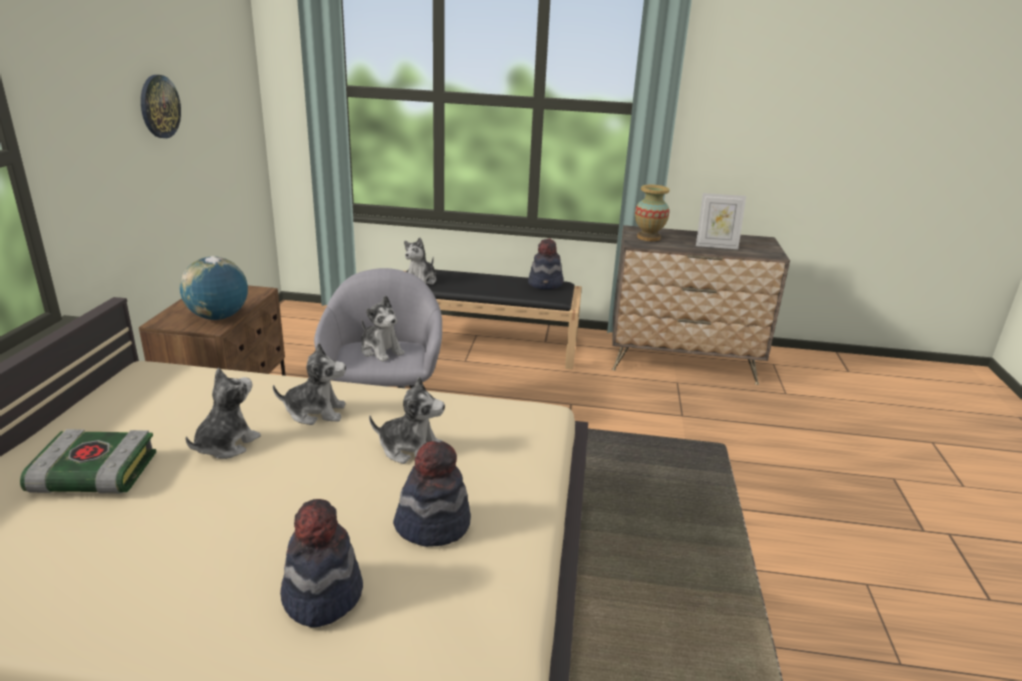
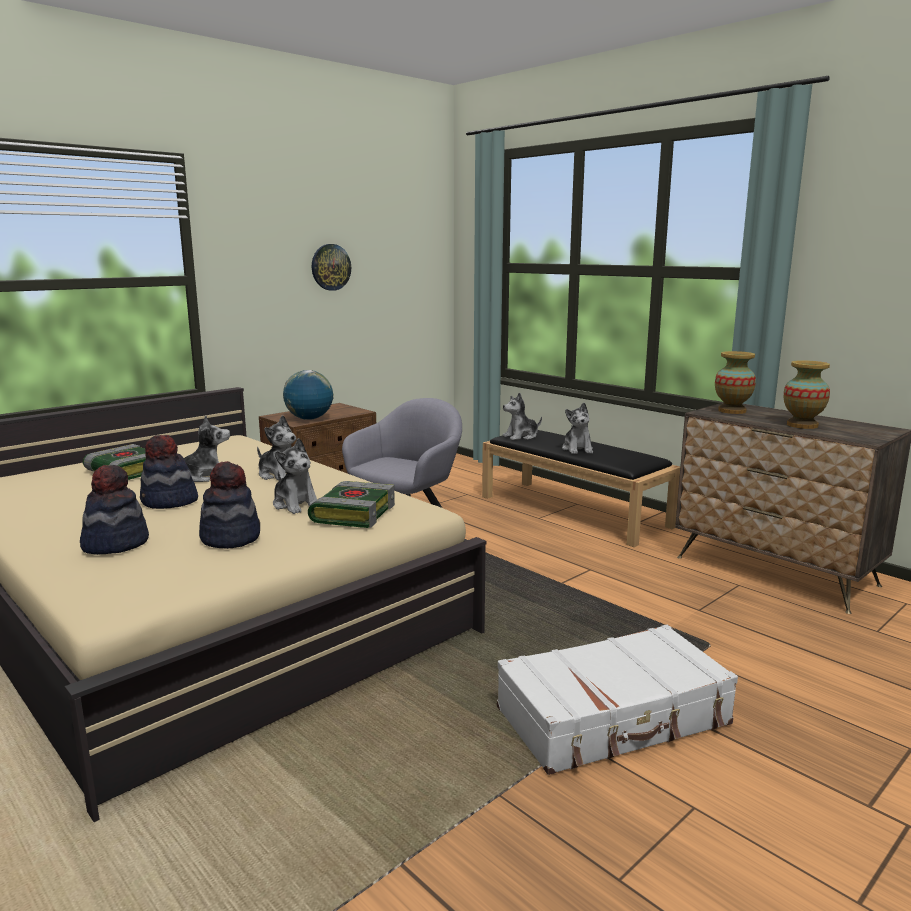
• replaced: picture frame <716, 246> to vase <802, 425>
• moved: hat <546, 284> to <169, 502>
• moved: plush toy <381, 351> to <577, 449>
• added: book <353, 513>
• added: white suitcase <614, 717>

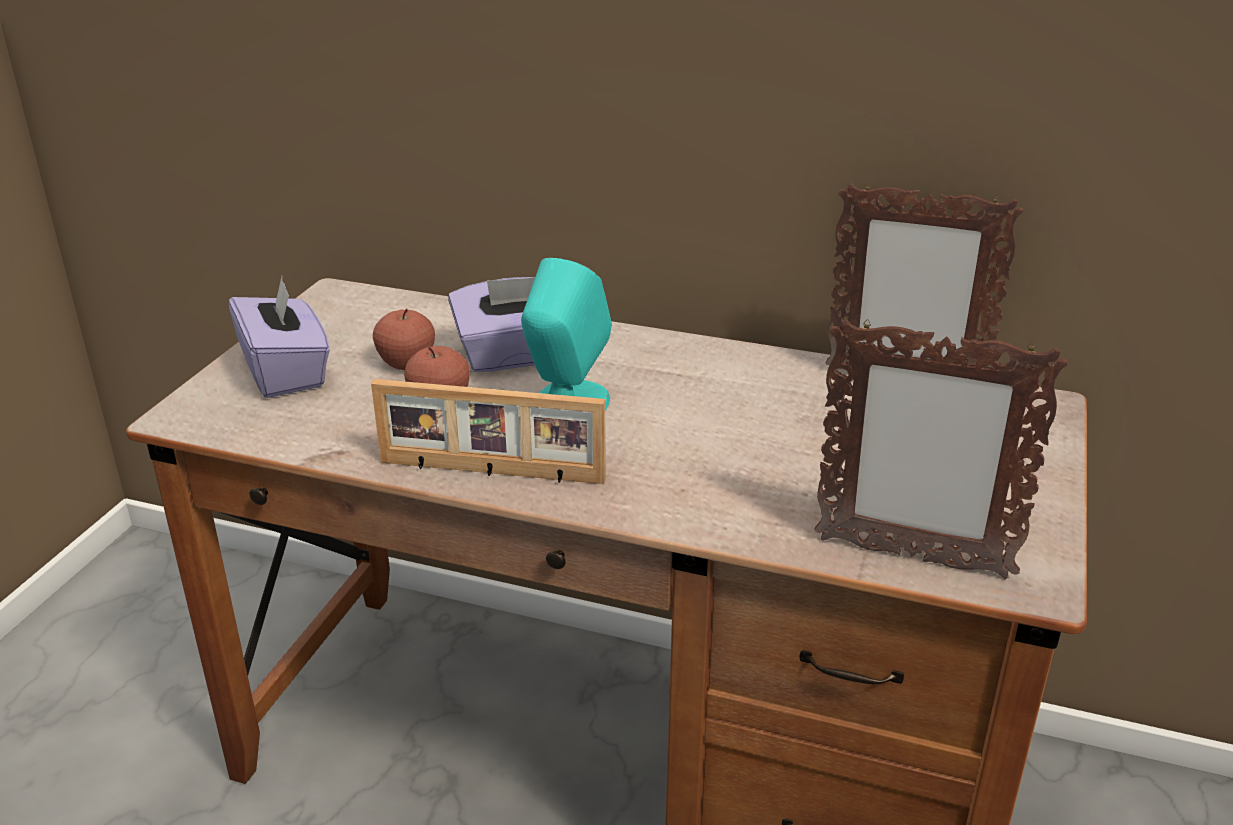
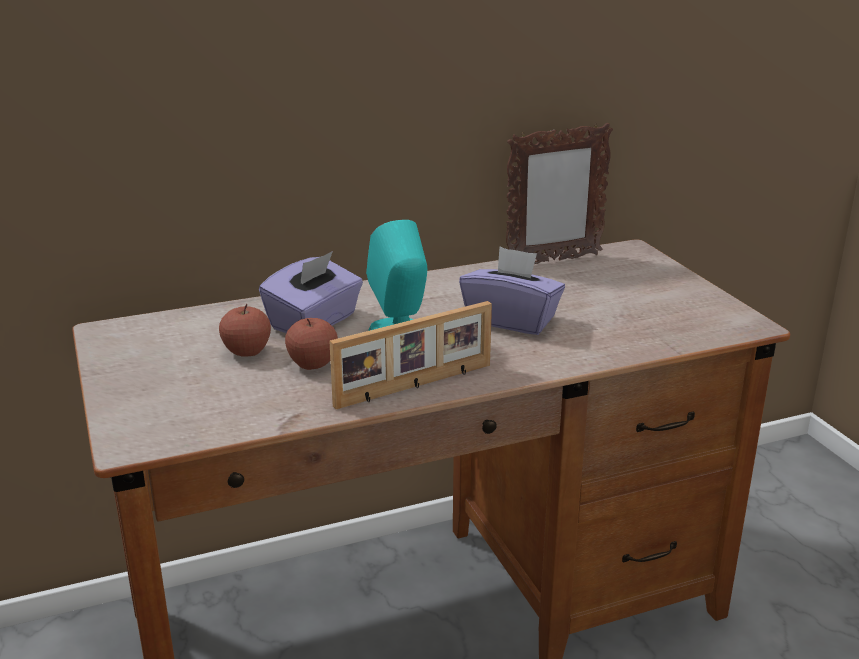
• moved: purple tissue box <286, 372> to <511, 320>
• removed: picture frame <911, 557>

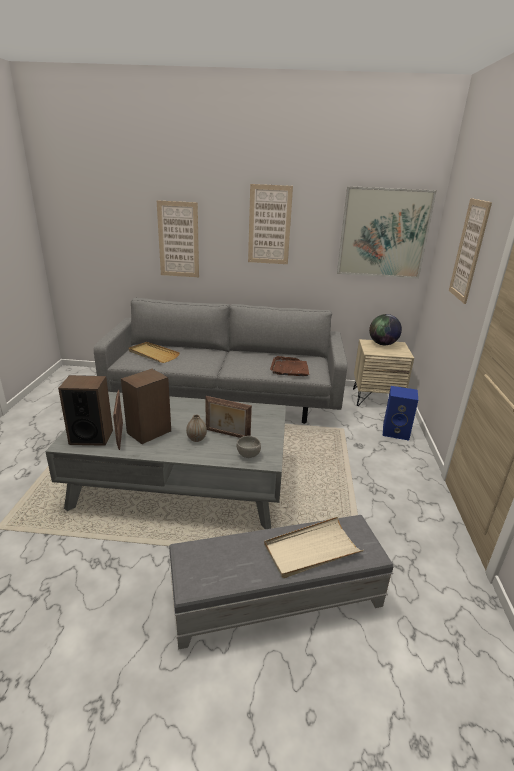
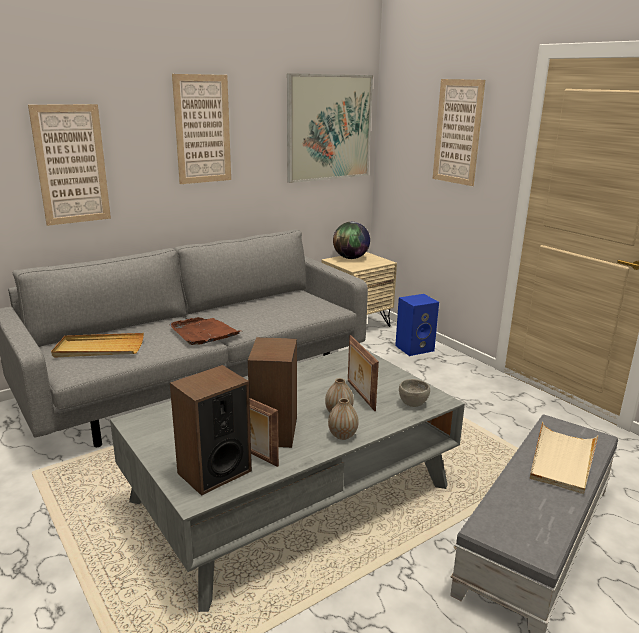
• moved: brown tray <289, 368> to <204, 333>
• turned: picture frame <227, 435> = <359, 395> 90 degrees clockwise
• added: vase <342, 435>

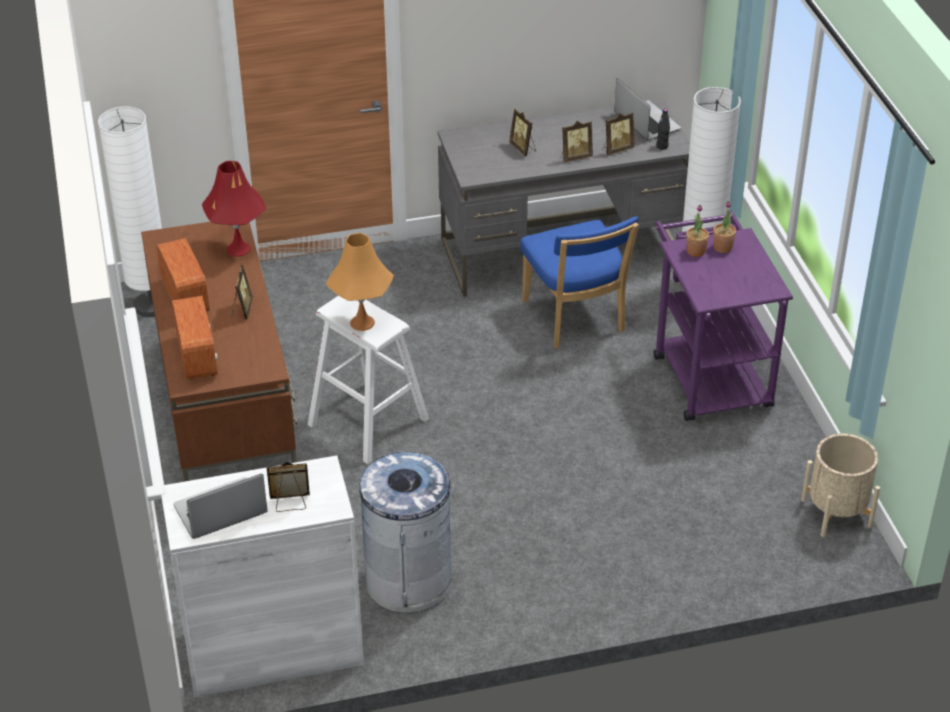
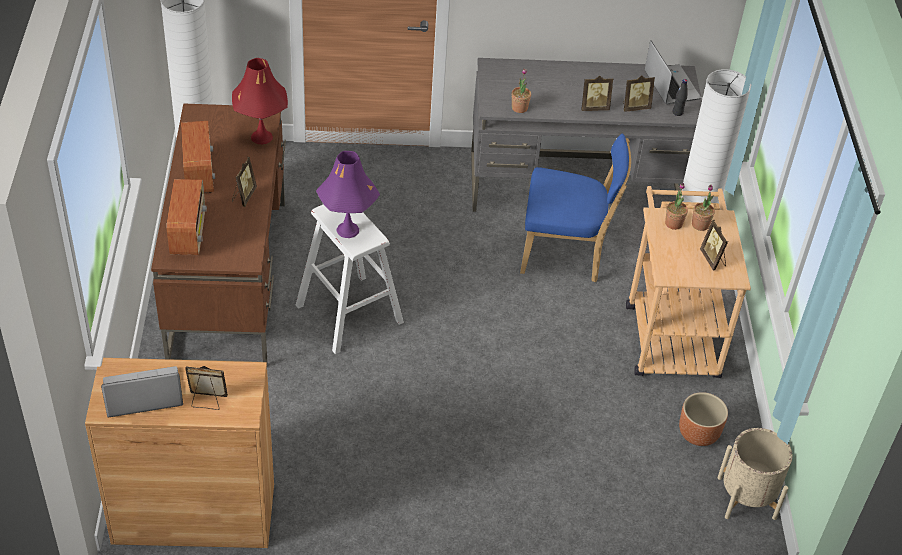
• moved: picture frame <523, 148> to <713, 259>
• recoloured: purple cart <708, 373> to beige cart <670, 332>
• turned: blue chair <575, 319> = <566, 254> 75 degrees counterclockwise
• recoloured: orange table lamp <362, 323> to purple table lamp <348, 230>
• removed: grey trash can <408, 581>
• recoloured: white cabinet <273, 649> to brown cabinet <194, 513>
• added: potted plant <519, 108>
• added: brown planter <698, 433>

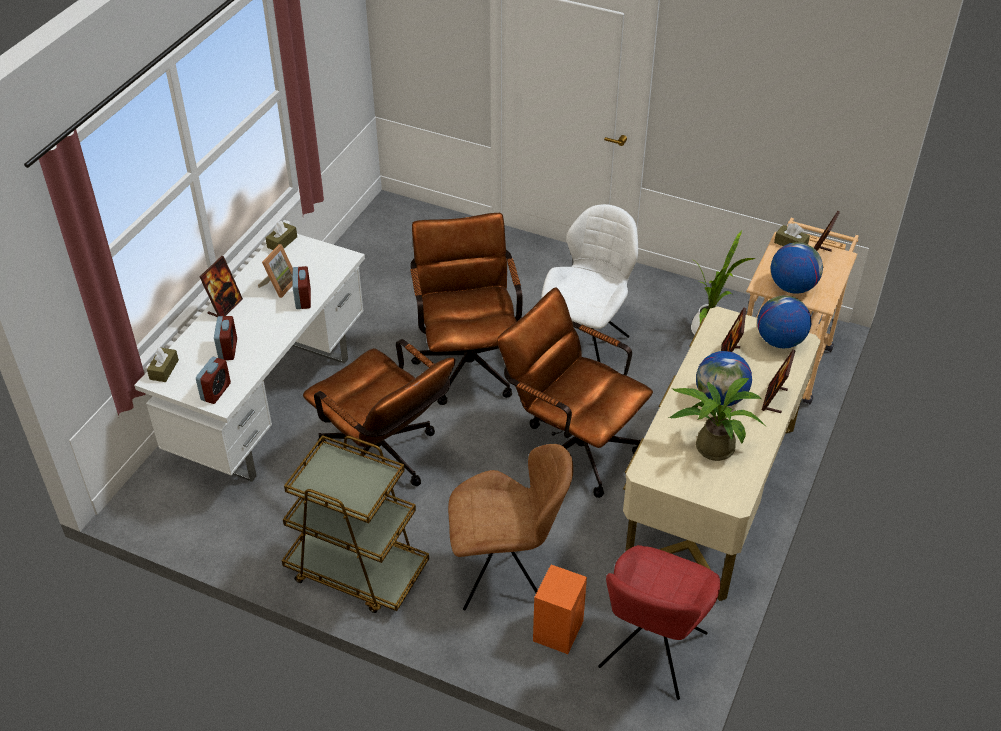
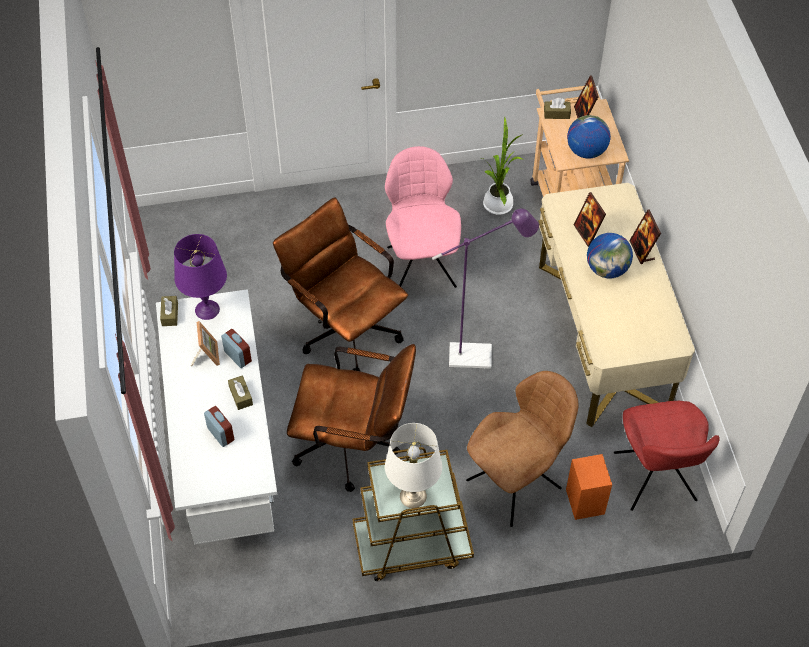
• recoloured: white chair <586, 345> to pink chair <421, 264>
• removed: picture frame <225, 307>
• replaced: brown office chair <571, 447> to purple floor lamp <479, 356>
• removed: globe <779, 341>
• moved: brown tissue box <164, 369> to <241, 396>
• removed: alarm clock <216, 392>
• removed: potted plant <710, 445>
• added: purple table lamp <207, 310>
• added: white table lamp <413, 496>

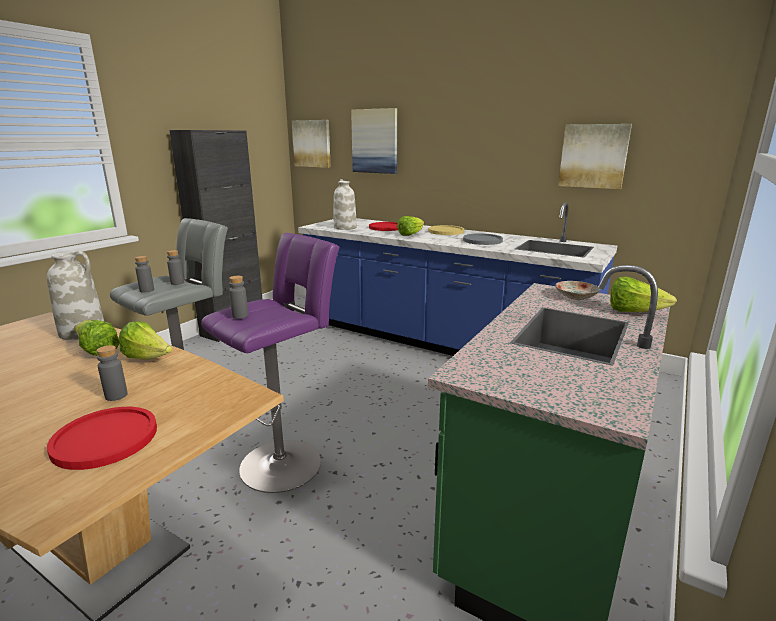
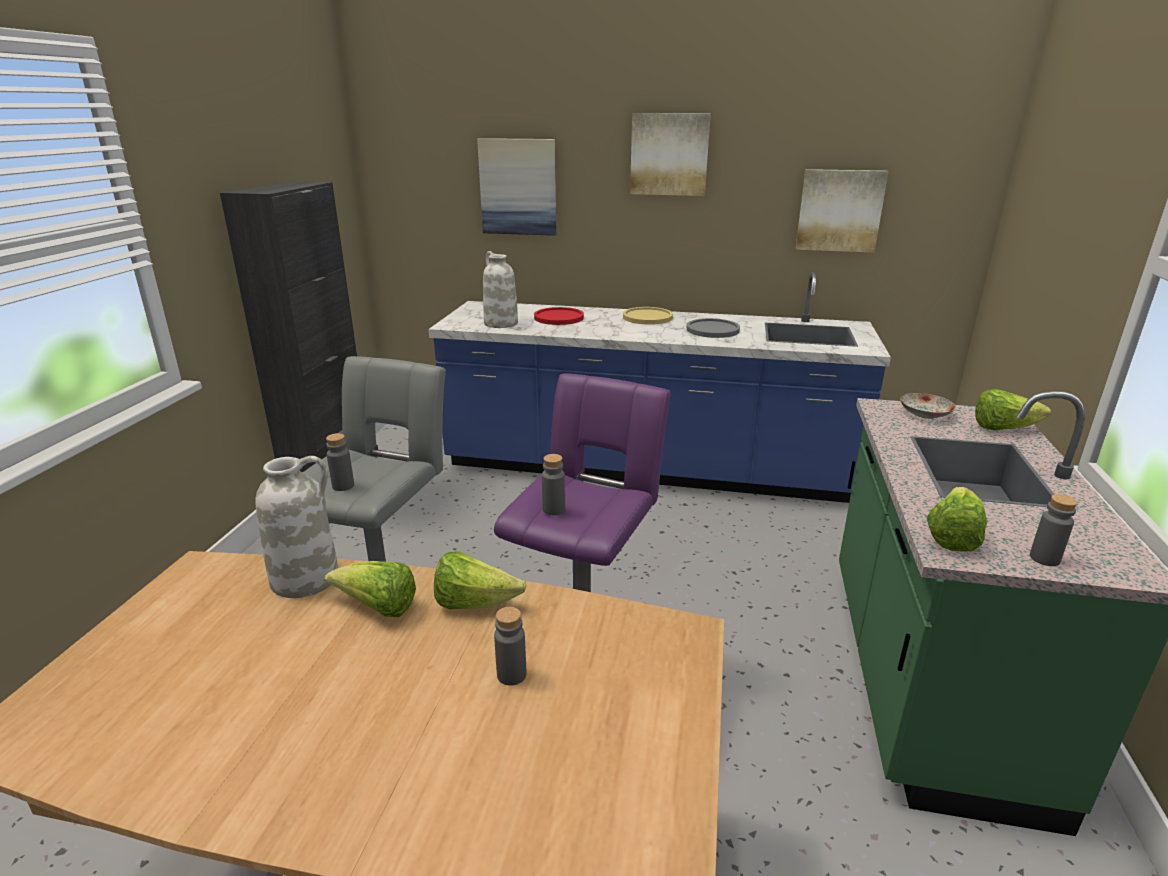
• moved: picture <312, 143> to <669, 154>
• moved: lettuce <410, 234> to <952, 537>
• moved: grey bottle <177, 283> to <1044, 558>
• removed: red plate <105, 439>

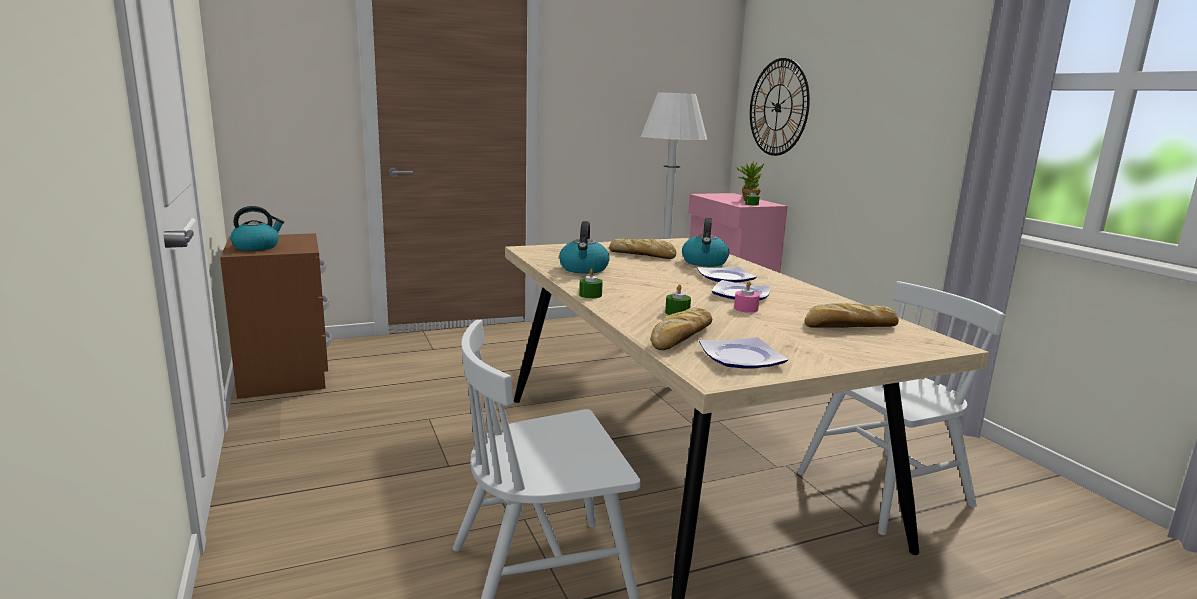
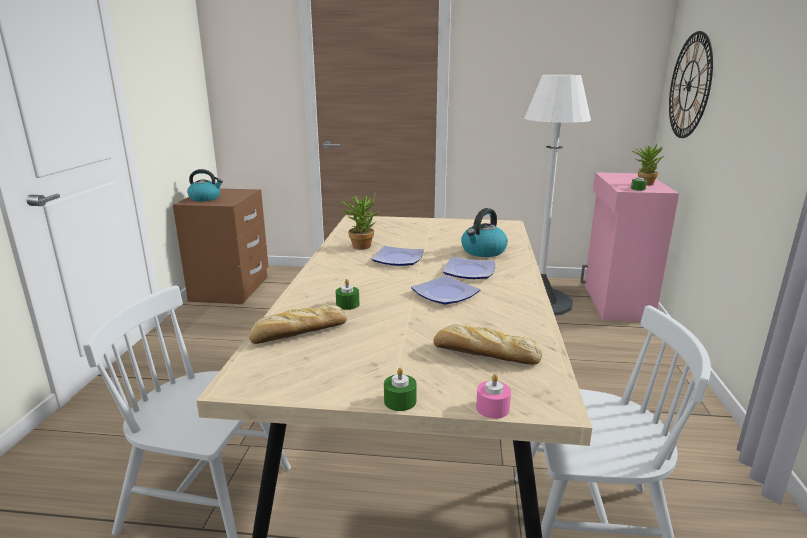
• replaced: kettle <584, 269> to potted plant <361, 245>
• removed: bread <643, 255>
• moved: green candle <590, 295> to <400, 401>
• moved: pink candle <746, 309> to <492, 408>
• moved: plate <742, 357> to <399, 259>

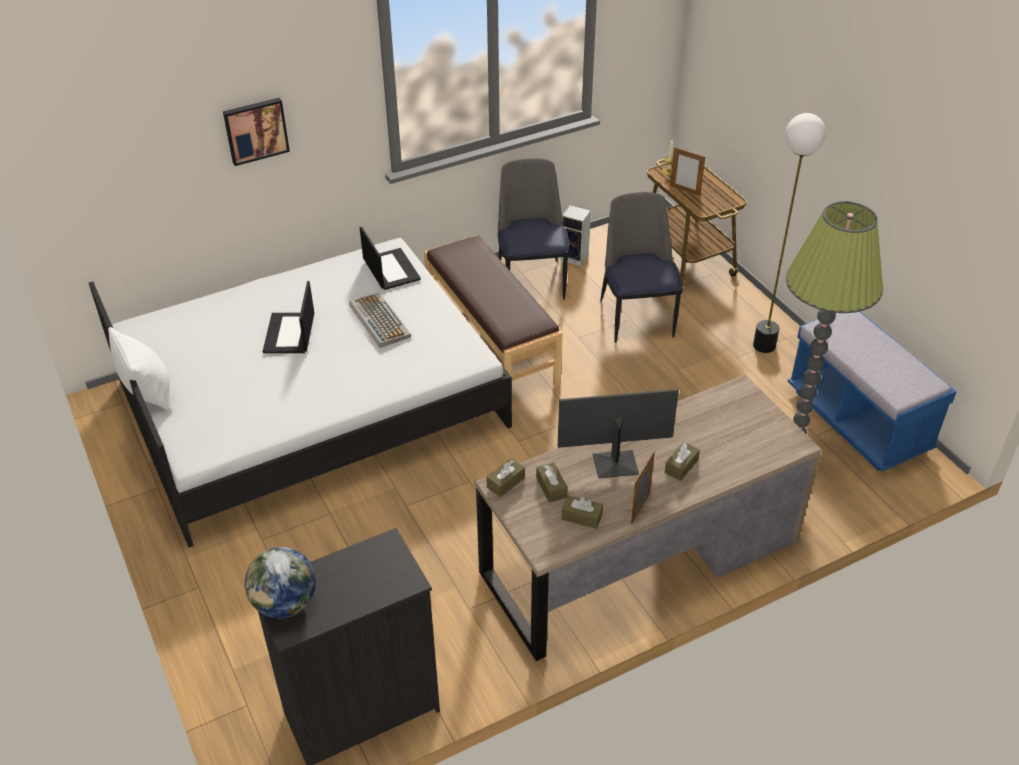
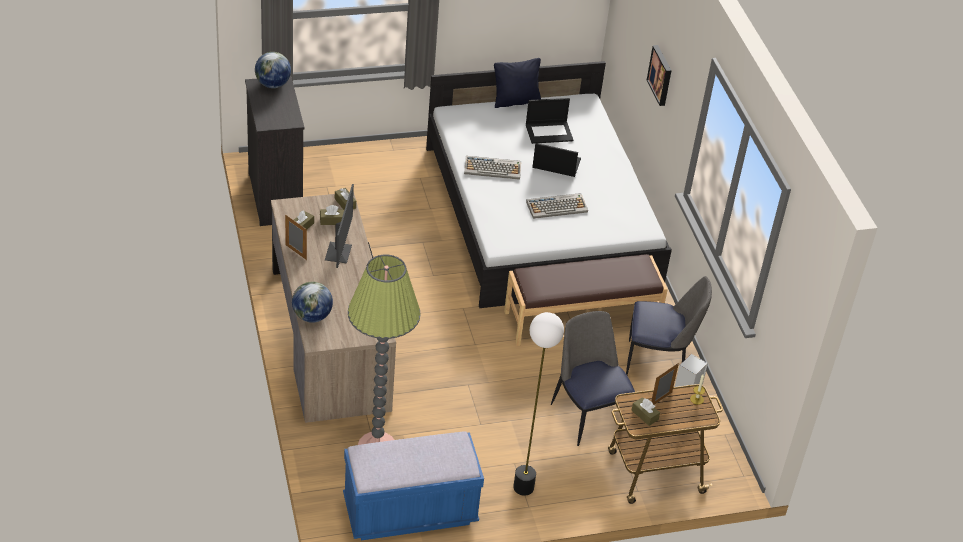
• turned: chair <636, 317> = <587, 415> 120 degrees counterclockwise
• moved: laptop <390, 269> to <549, 132>
• recoloured: white pillow <148, 394> to black pillow <516, 101>
• moved: brown tissue box <681, 466> to <644, 415>
• added: keyboard <493, 168>
• added: globe <312, 316>

